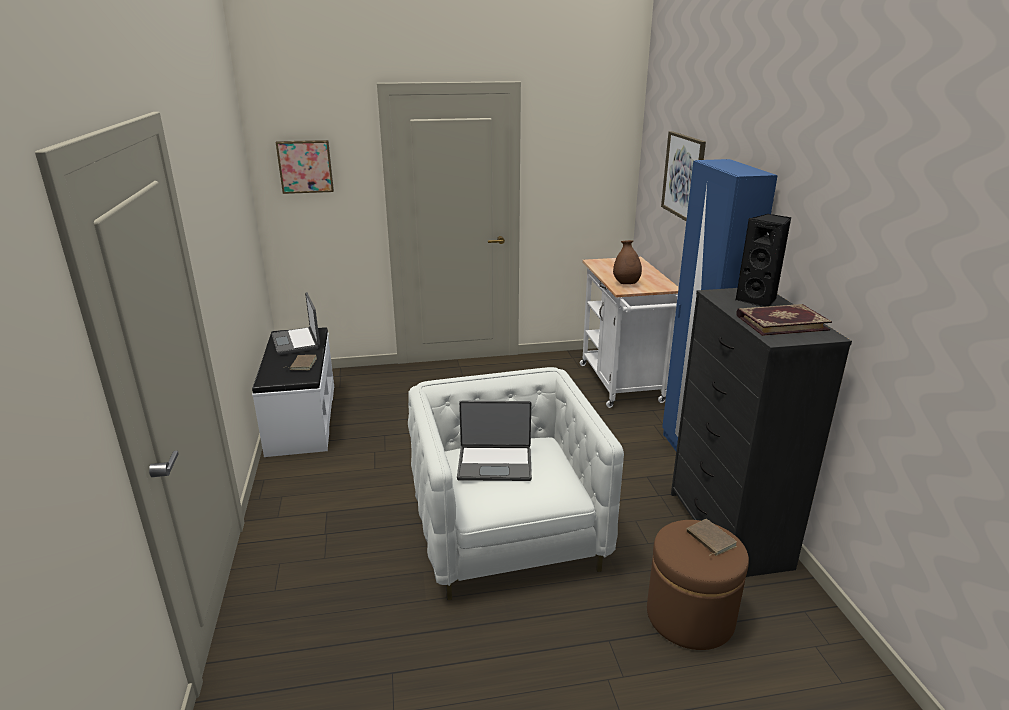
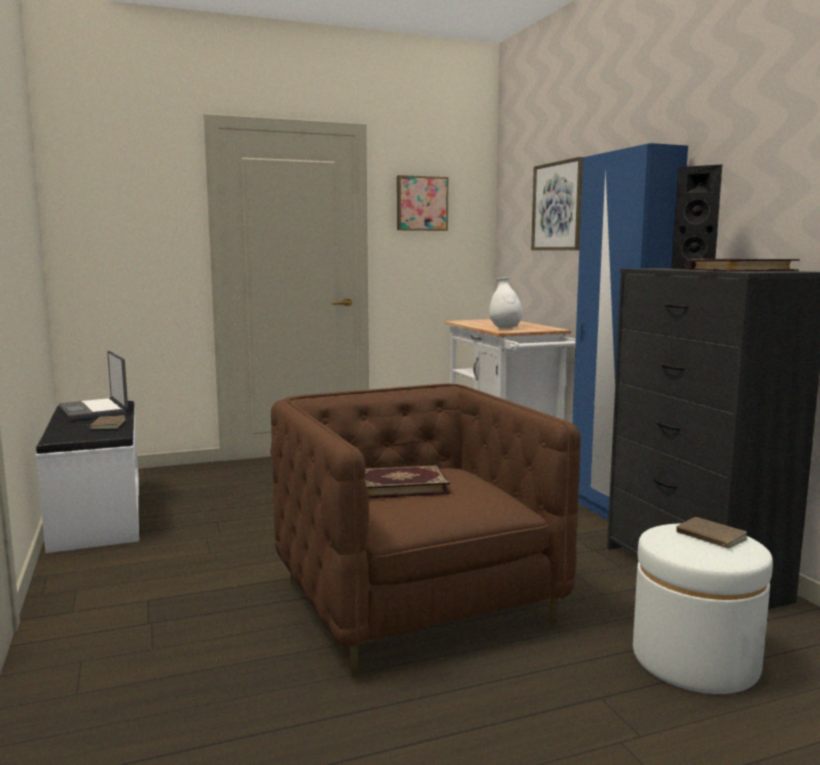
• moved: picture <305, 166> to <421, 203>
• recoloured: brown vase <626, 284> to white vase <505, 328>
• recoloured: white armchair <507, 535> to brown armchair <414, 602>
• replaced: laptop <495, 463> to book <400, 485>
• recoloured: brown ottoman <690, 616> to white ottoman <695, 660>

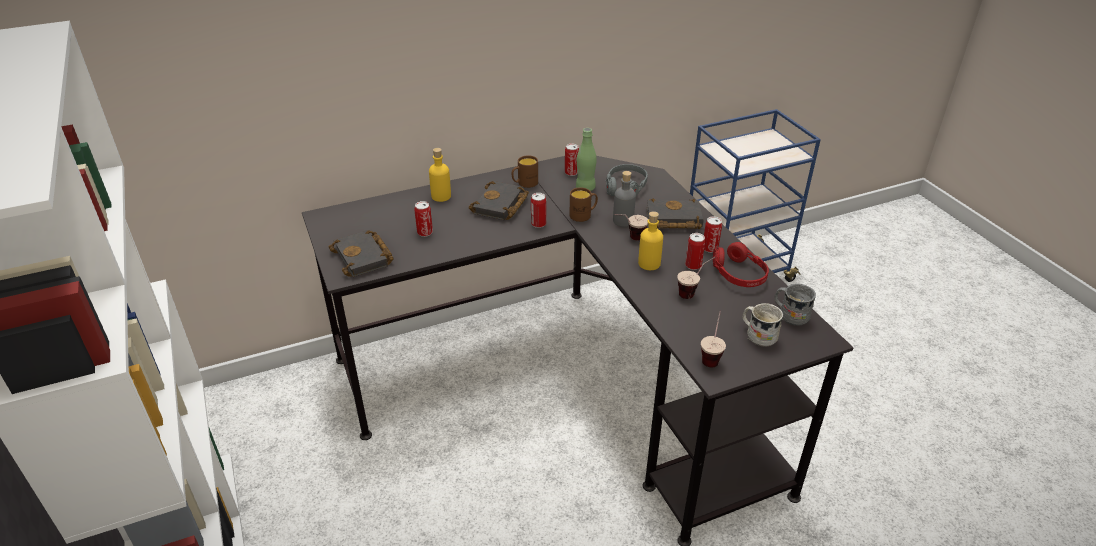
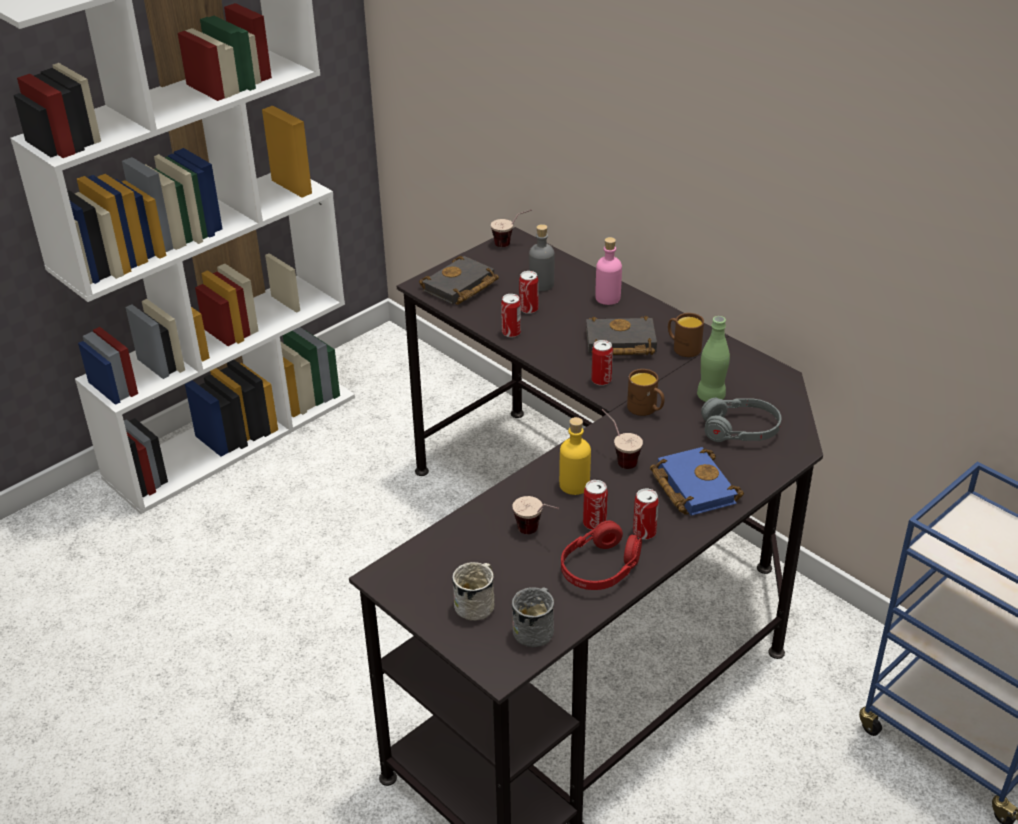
• moved: can <571, 172> to <511, 332>
• recoloured: yellow bottle <441, 196> to pink bottle <607, 298>
• moved: grey bottle <623, 221> to <541, 284>
• recoloured: black book <672, 219> to blue book <691, 486>
• moved: cup <711, 355> to <511, 243>

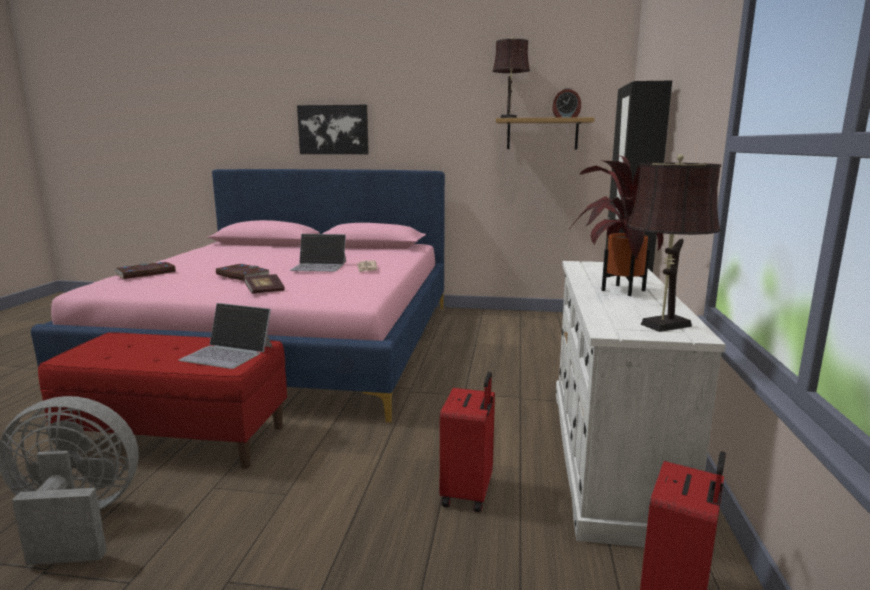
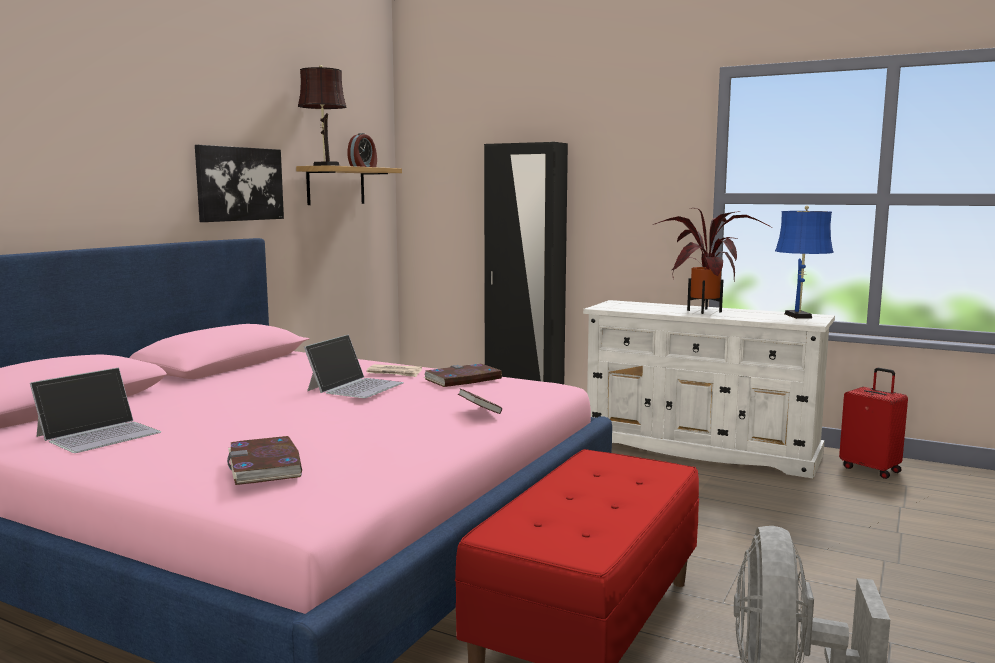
• moved: picture <333, 129> to <239, 184>
• recoloured: brown table lamp <662, 326> to blue table lamp <799, 316>
• moved: book <242, 275> to <463, 379>
• moved: laptop <228, 353> to <99, 434>
• removed: red suitcase <468, 493>

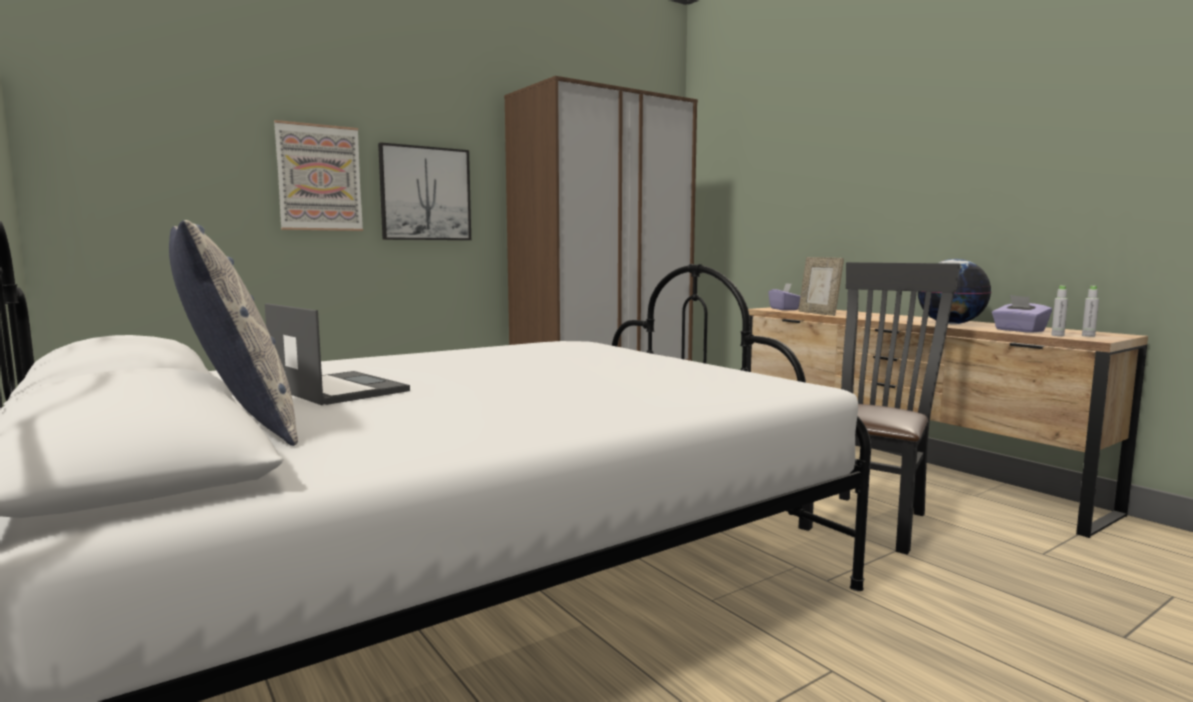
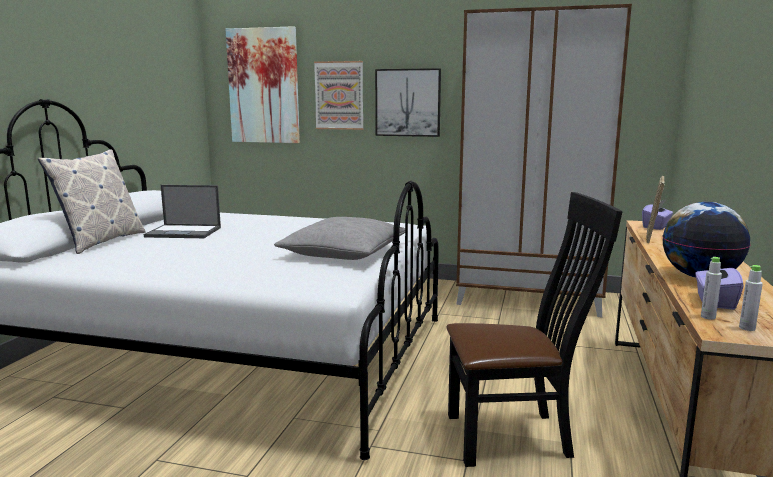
• turned: laptop <337, 389> = <184, 232> 90 degrees clockwise
• added: picture <263, 86>
• added: grey pillow <343, 253>

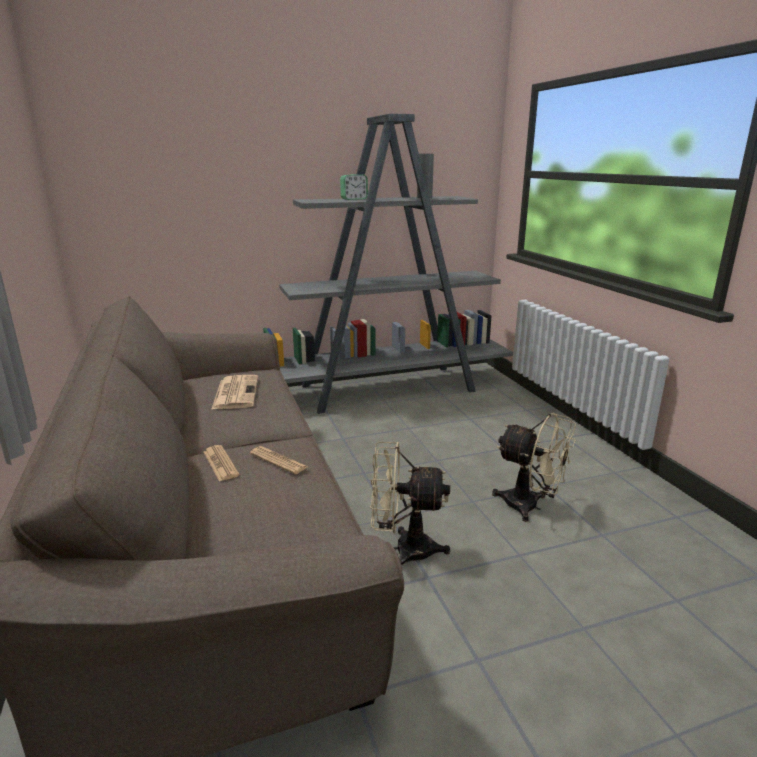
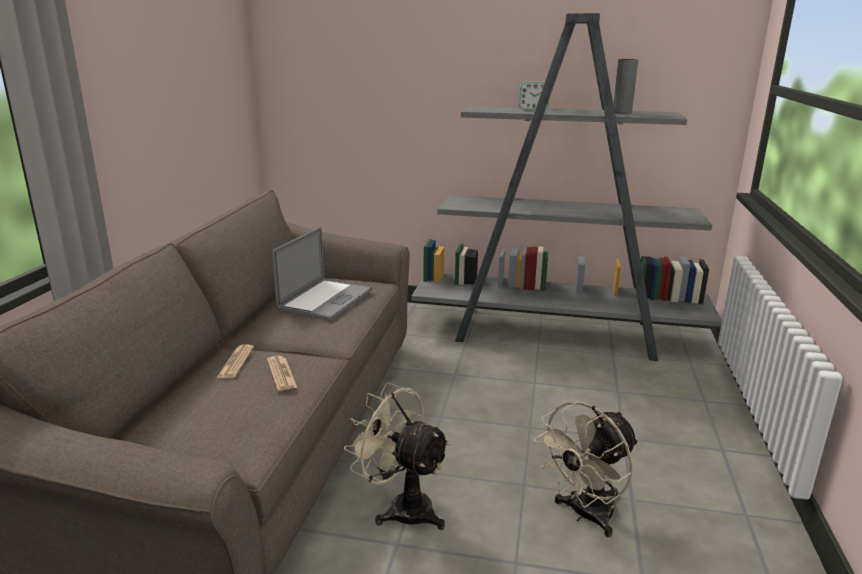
• replaced: newspaper <235, 392> to laptop <326, 299>
• turned: beige fan <530, 506> = <585, 515> 75 degrees clockwise

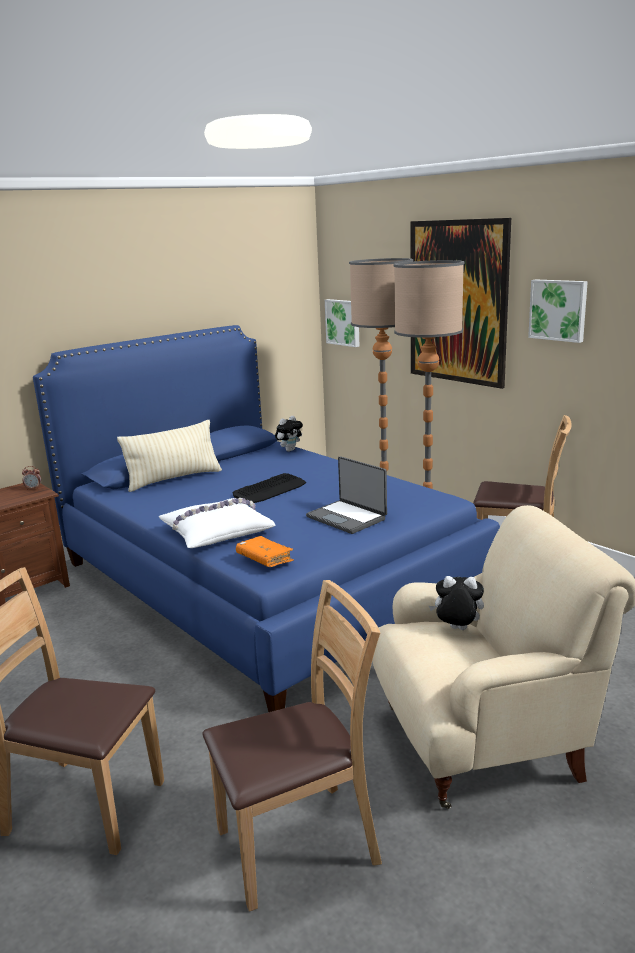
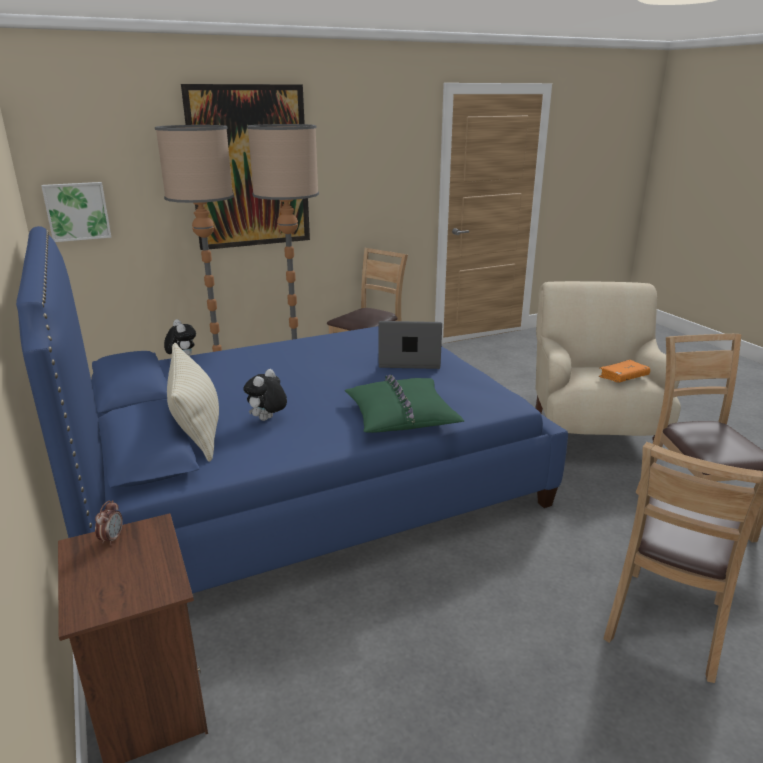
• removed: picture <558, 310>
• turned: laptop <347, 517> = <409, 361> 150 degrees counterclockwise
• removed: keyboard <270, 489>
• recoloured: white pillow <216, 532> to green pillow <401, 416>
• moved: orange book <264, 559> to <623, 377>
• moved: plush toy <457, 630> to <267, 420>

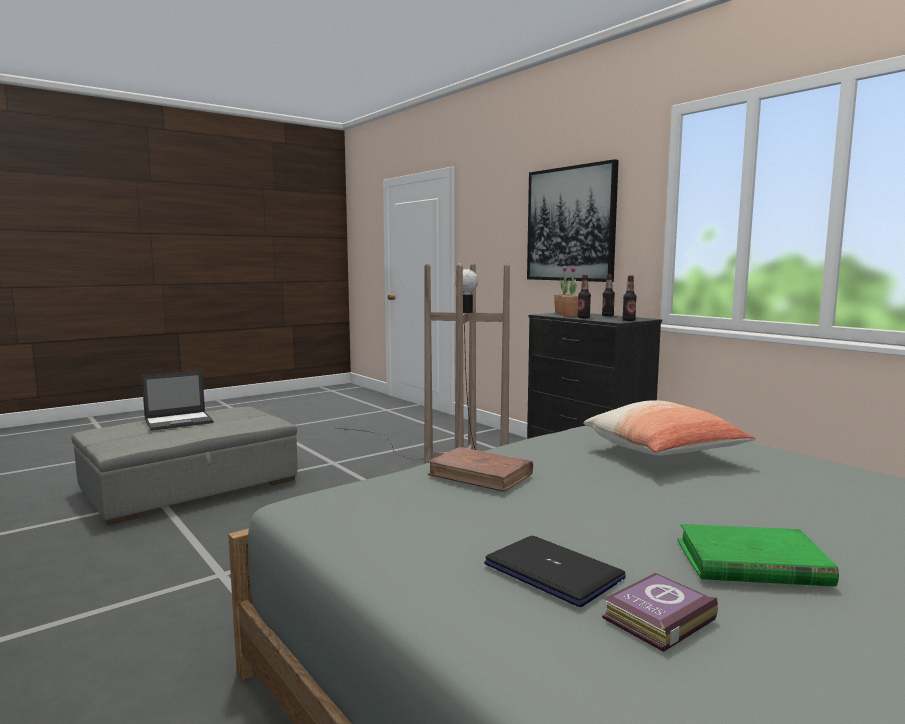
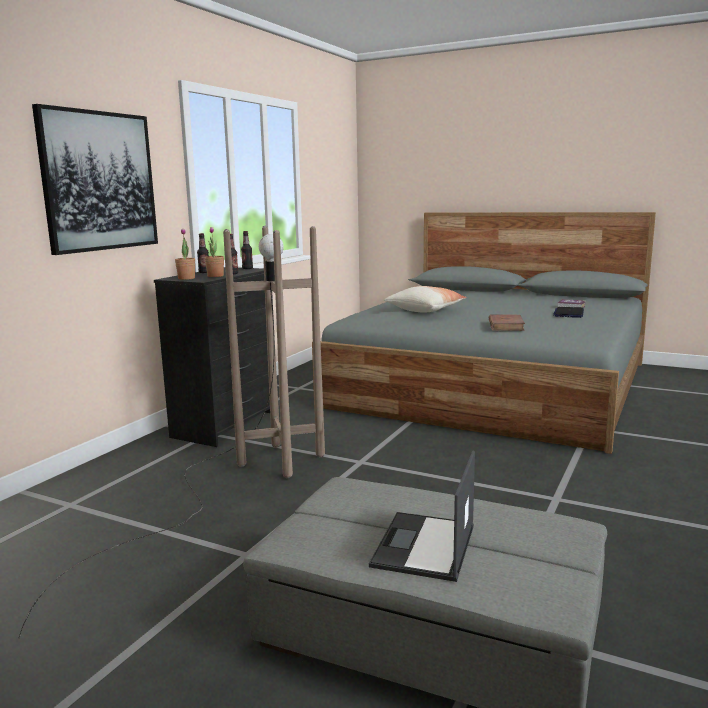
• turned: laptop <179, 421> = <424, 547> 105 degrees counterclockwise
• removed: green book <751, 563>

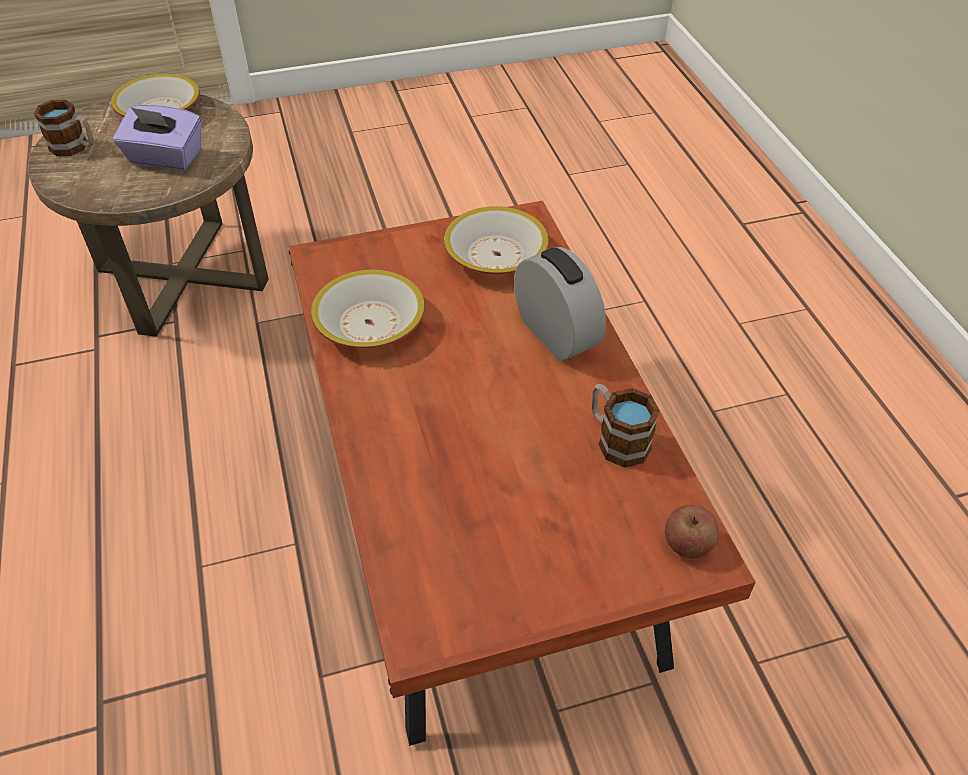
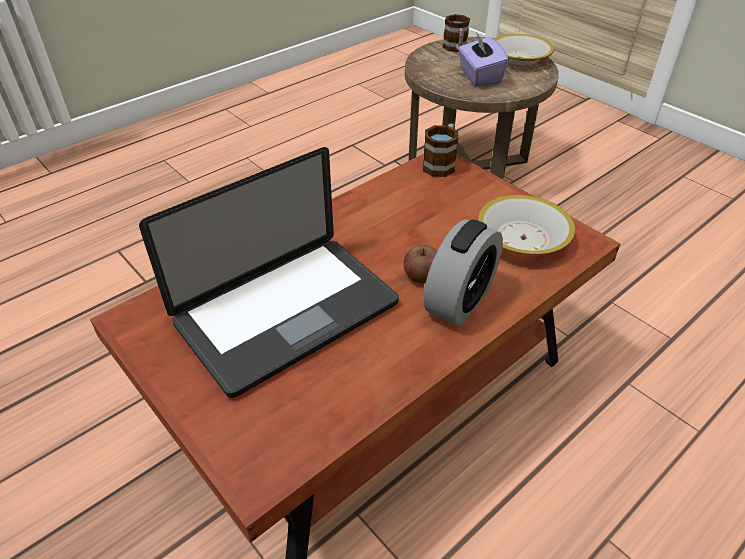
• removed: bowl <369, 323>
• moved: mug <616, 439> to <441, 163>
• moved: apple <687, 543> to <422, 276>
• added: laptop <287, 314>

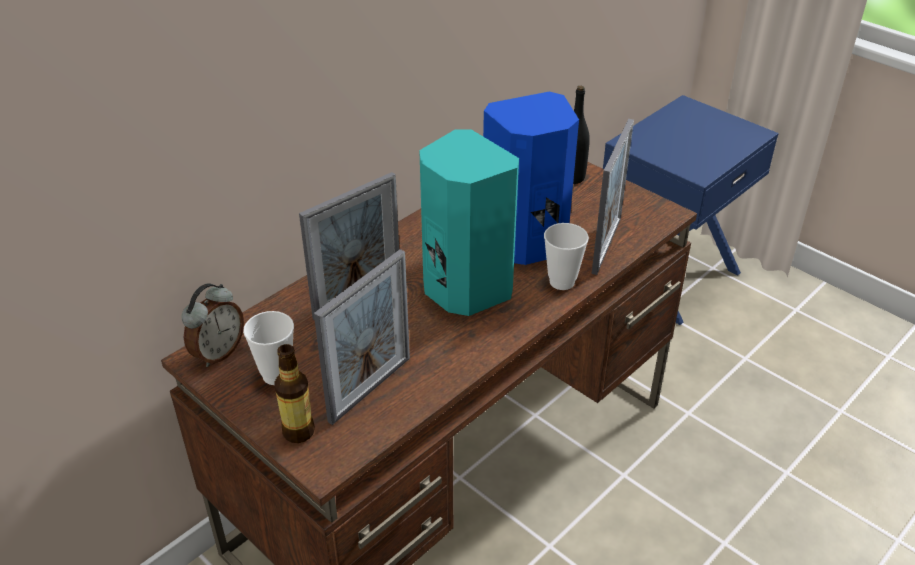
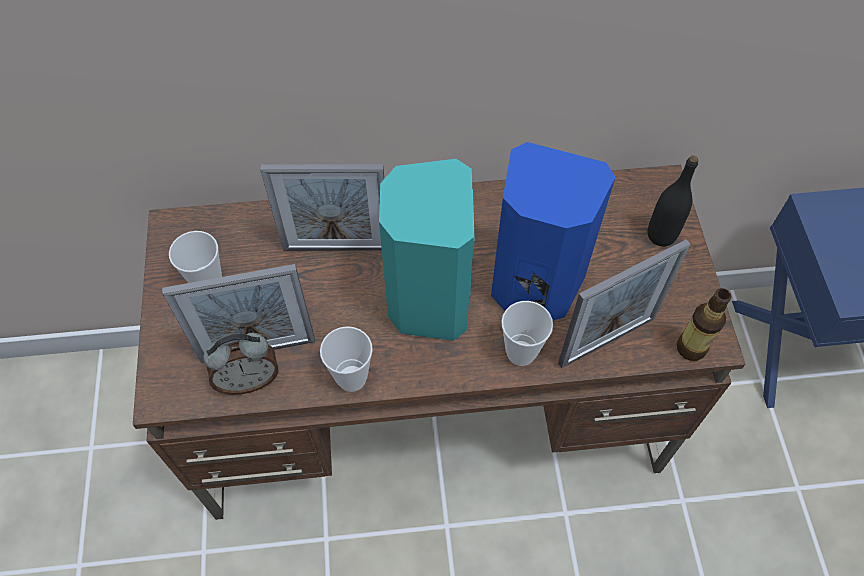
• moved: alarm clock <218, 353> to <248, 380>
• moved: bottle <298, 431> to <691, 348>
• added: cup <351, 378>

